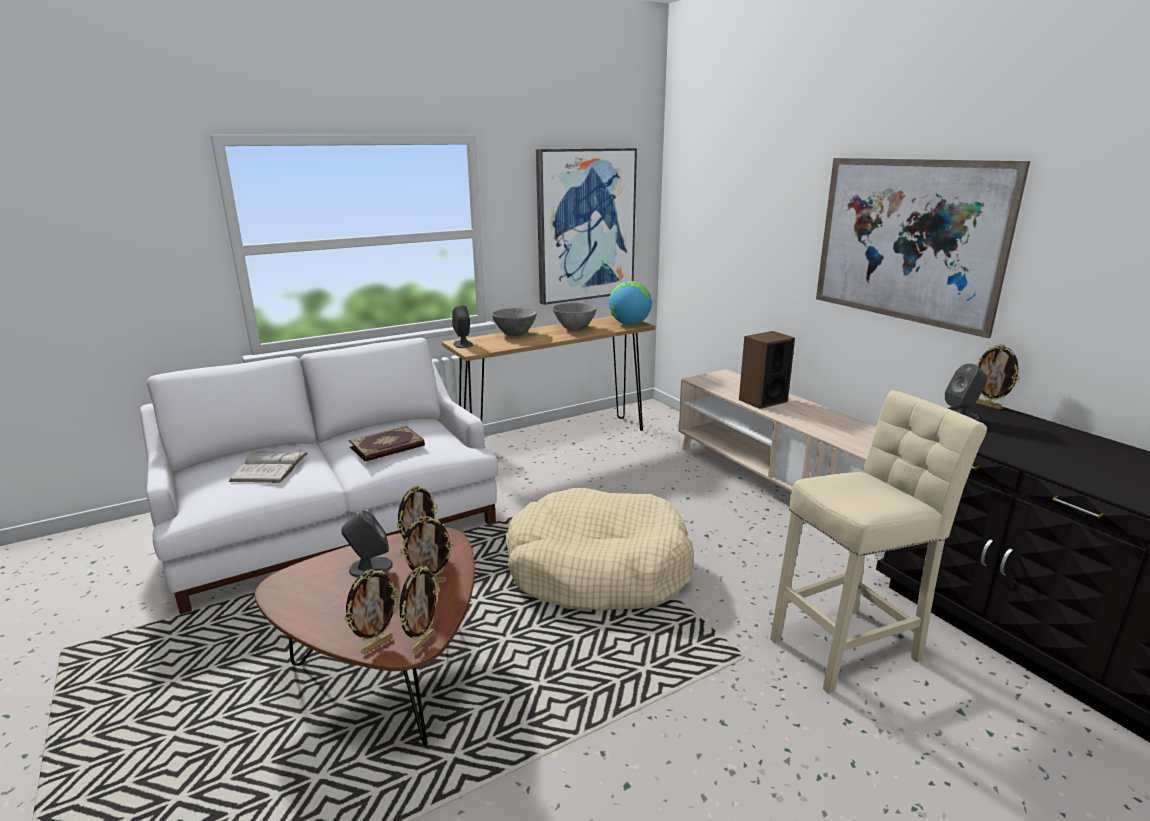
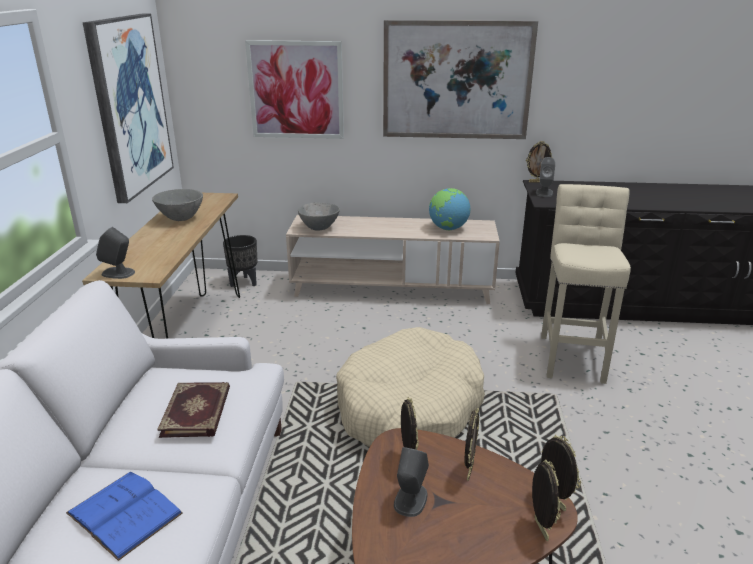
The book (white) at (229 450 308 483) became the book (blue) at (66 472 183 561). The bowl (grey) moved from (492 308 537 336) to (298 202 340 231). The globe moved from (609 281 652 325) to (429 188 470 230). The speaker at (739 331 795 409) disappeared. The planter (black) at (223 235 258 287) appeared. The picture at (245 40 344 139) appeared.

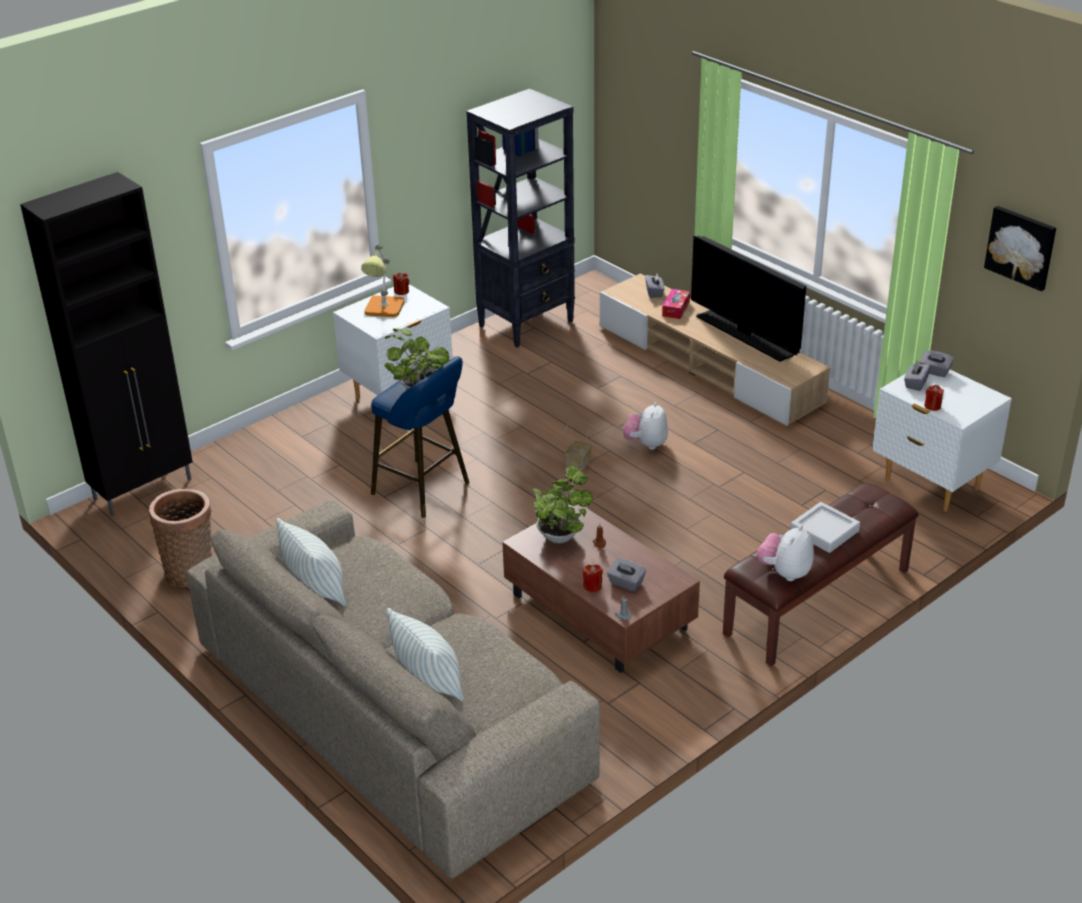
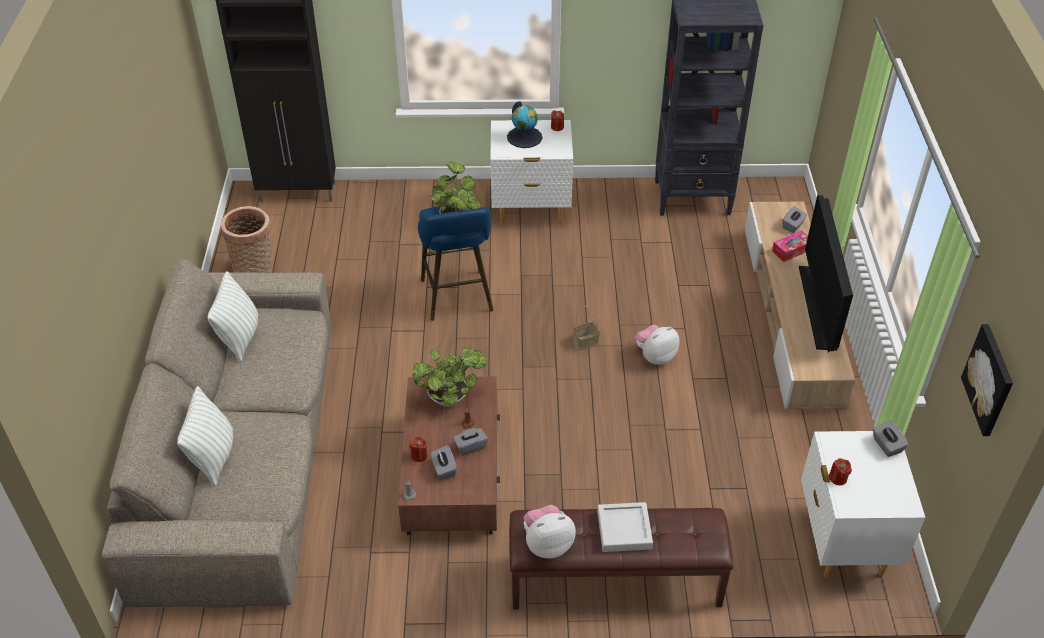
The table lamp at (361 244 404 317) was replaced by the globe at (507 101 543 148). The tissue box (grey) moved from (904 360 931 391) to (453 428 488 456).

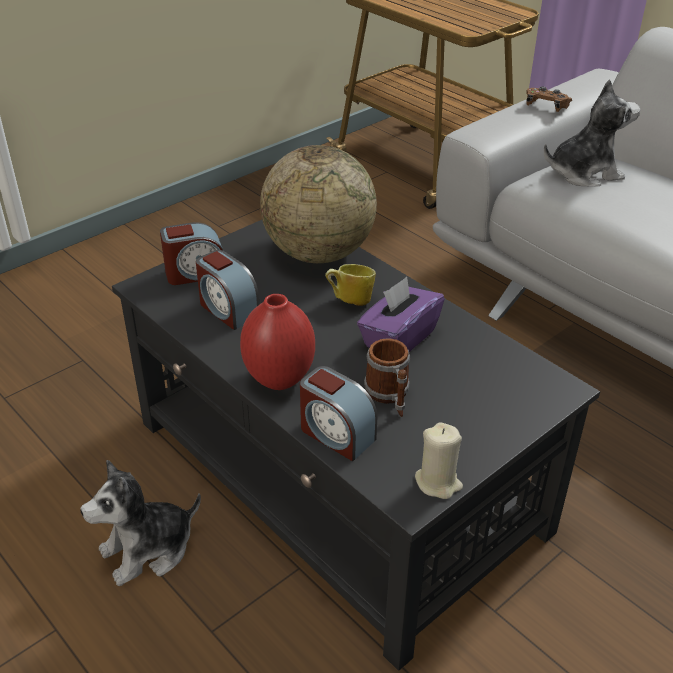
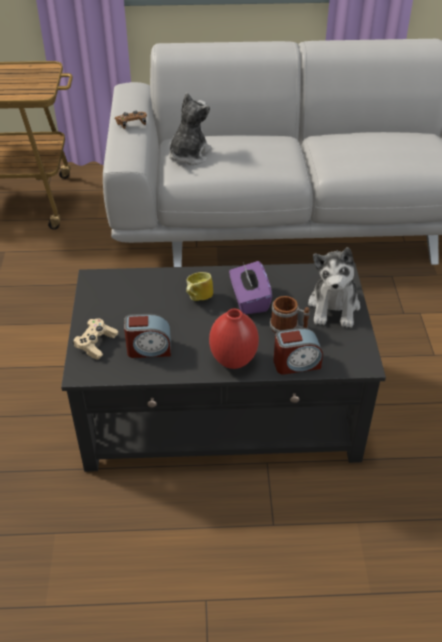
The plush toy moved from (80 460 201 586) to (308 247 360 328). The alarm clock at (160 222 223 285) was replaced by the game controller (beige) at (72 318 118 360). The globe at (260 145 377 263) disappeared. The candle (beige) at (415 422 463 499) disappeared.

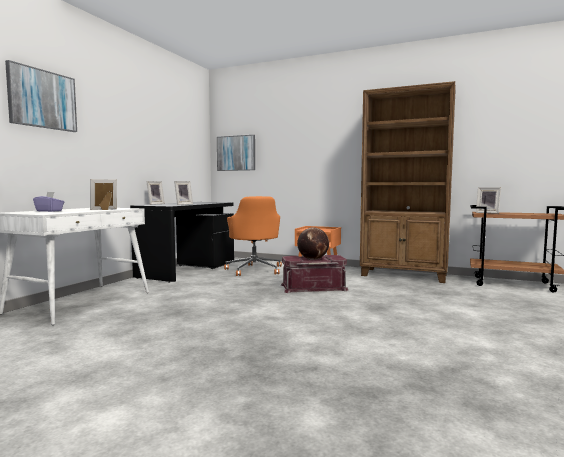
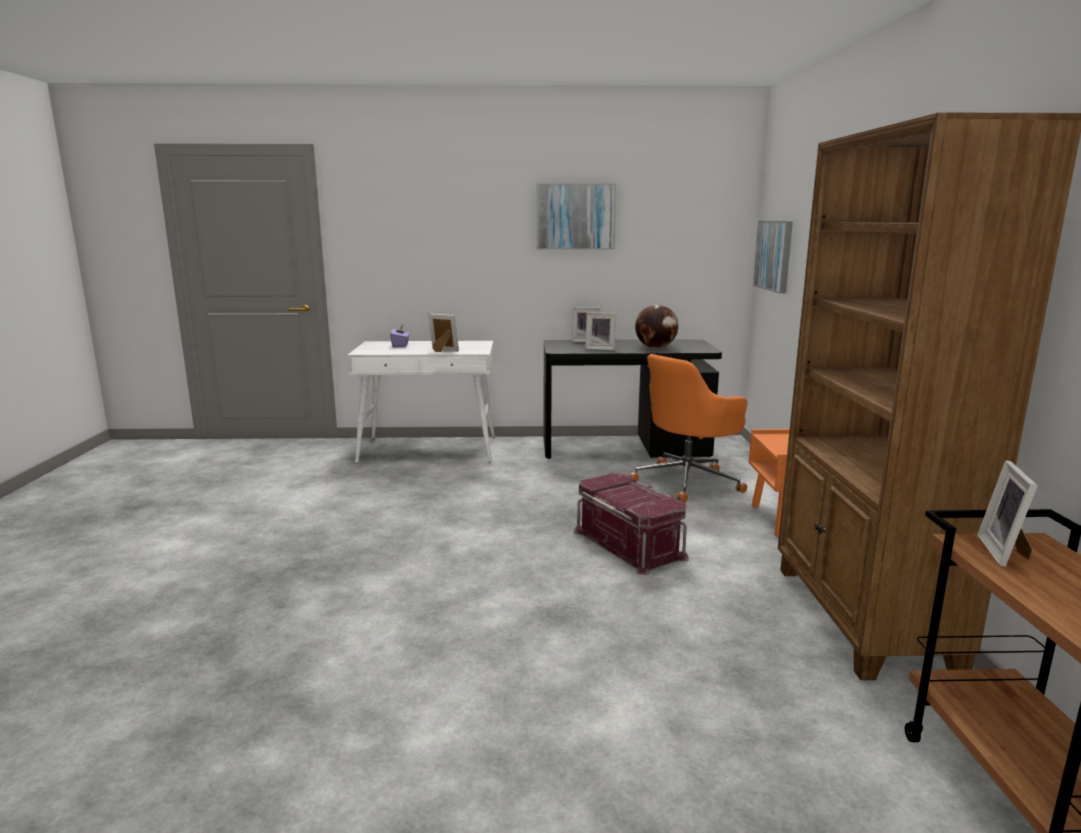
The picture moved from (5 60 77 132) to (537 184 616 250). The globe moved from (297 227 329 260) to (635 305 678 348).

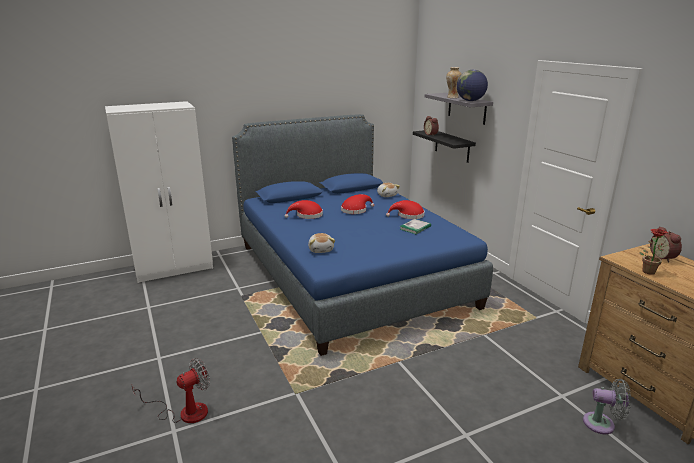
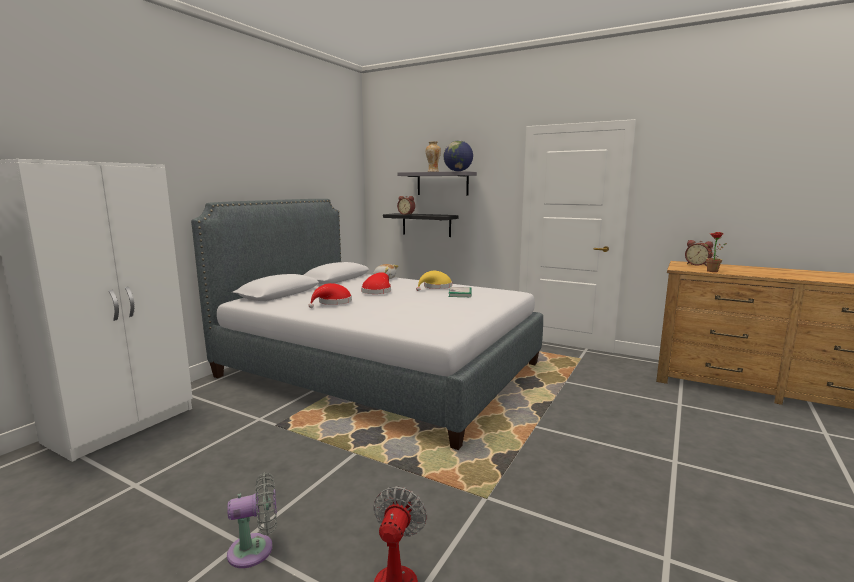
The bed (blue) at (232 114 493 356) became the bed (grey) at (191 199 543 450). The plush toy at (308 233 335 253) disappeared. The hat (red) at (386 200 425 219) became the hat (yellow) at (416 271 452 291). The fan (grey) moved from (583 379 631 434) to (227 472 277 568).

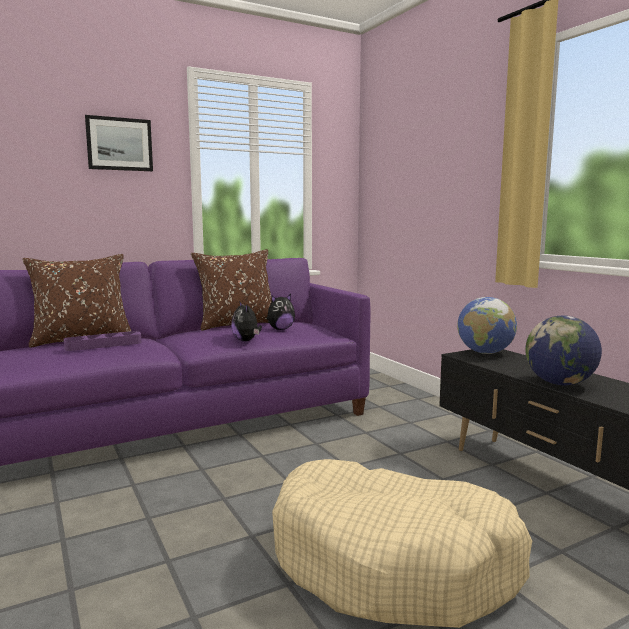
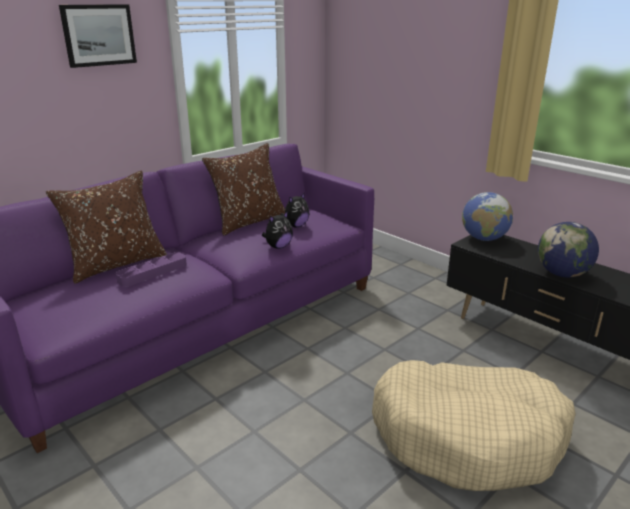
The plush toy at (231 301 262 341) turned 90 degrees counterclockwise.

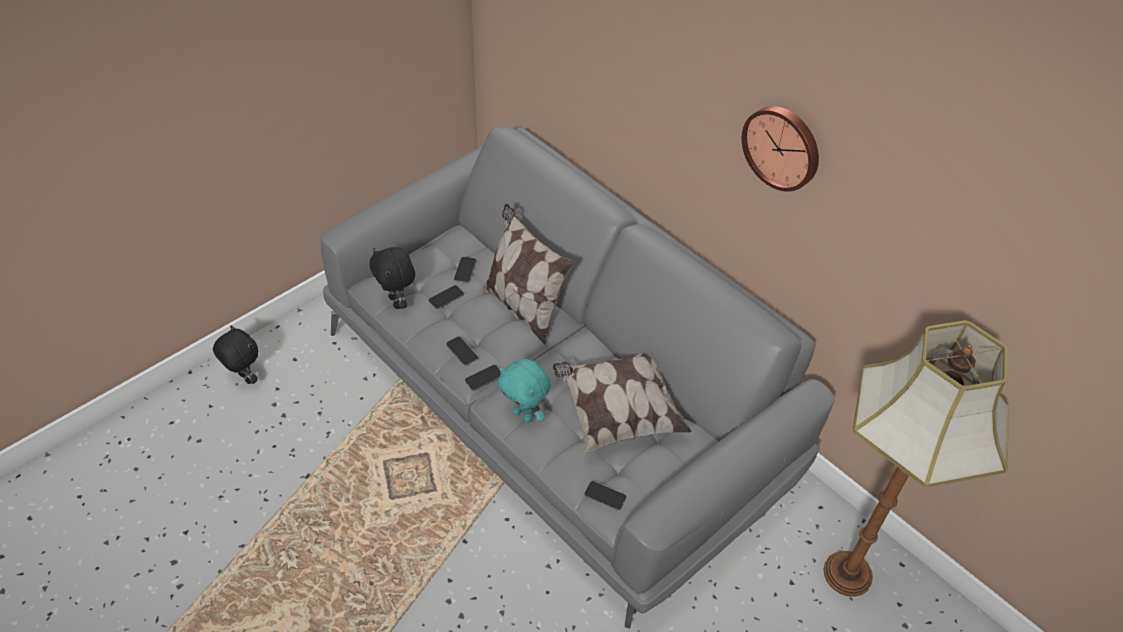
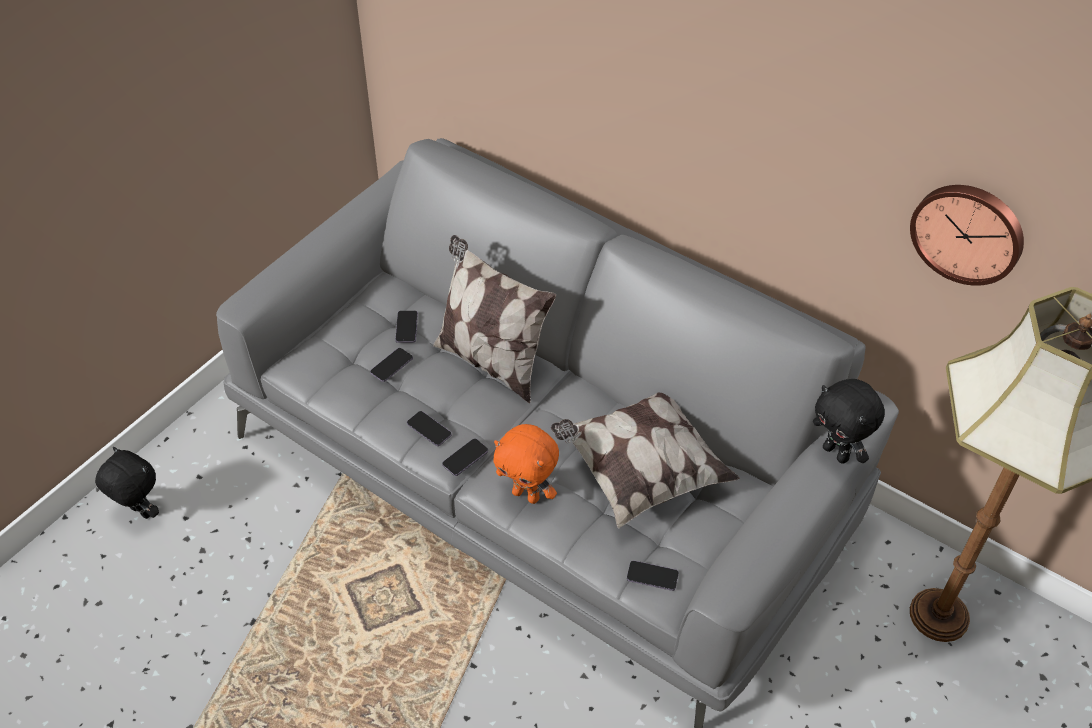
The plush toy (black) moved from (370 247 415 309) to (813 379 885 464). The plush toy (turquoise) at (497 359 550 423) became the plush toy (orange) at (493 424 559 504). The wall clock moved from (742 106 819 192) to (910 185 1024 286).

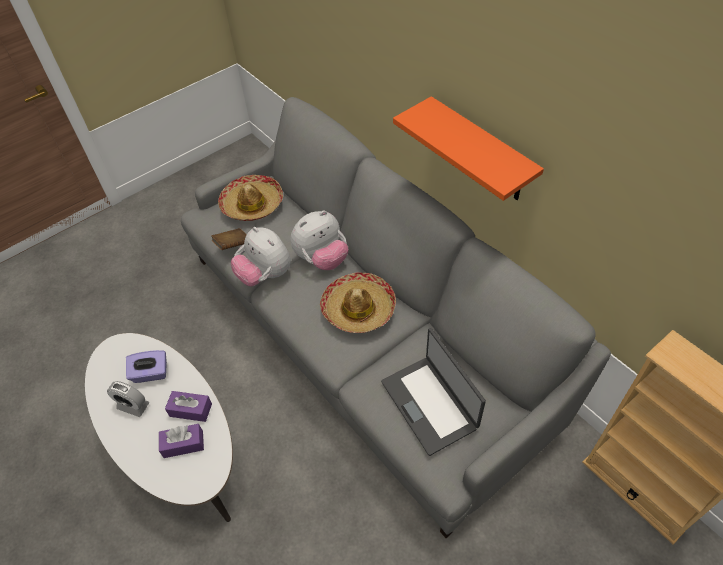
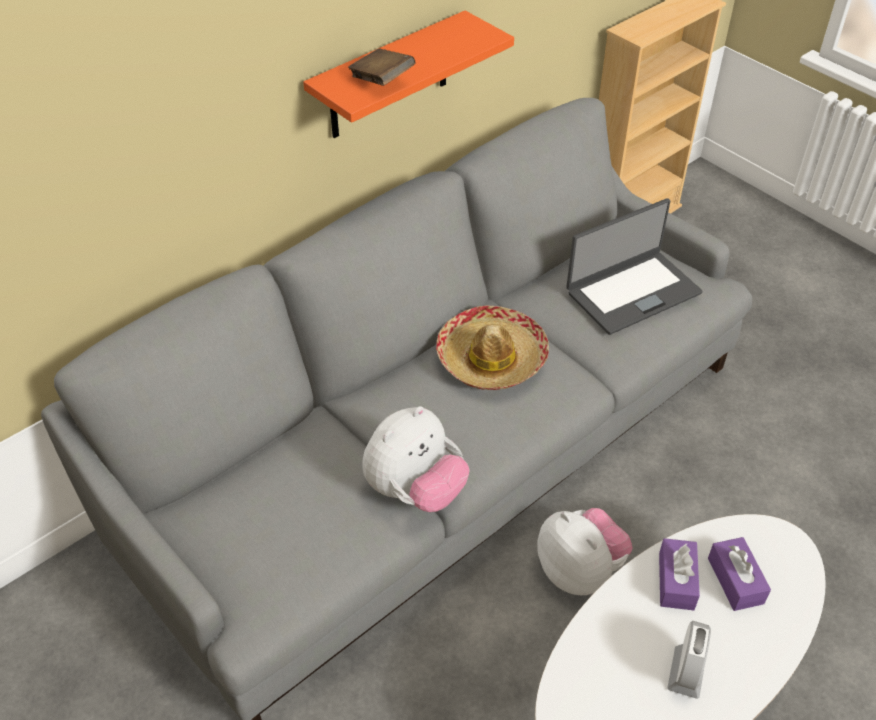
The tissue box (purple) at (126 350 167 383) disappeared. The book (brown) moved from (211 228 247 250) to (348 49 416 86). The hat at (218 175 283 221) disappeared. The plush toy moved from (290 210 348 270) to (537 508 633 595).

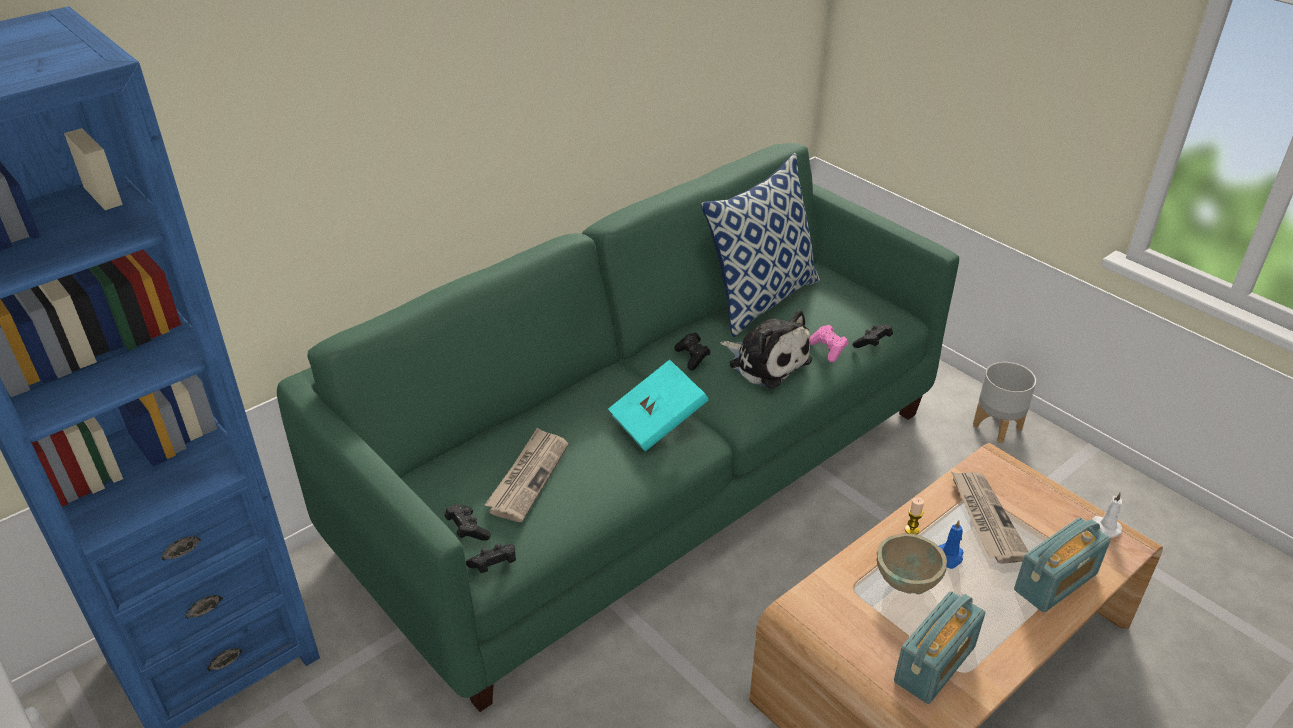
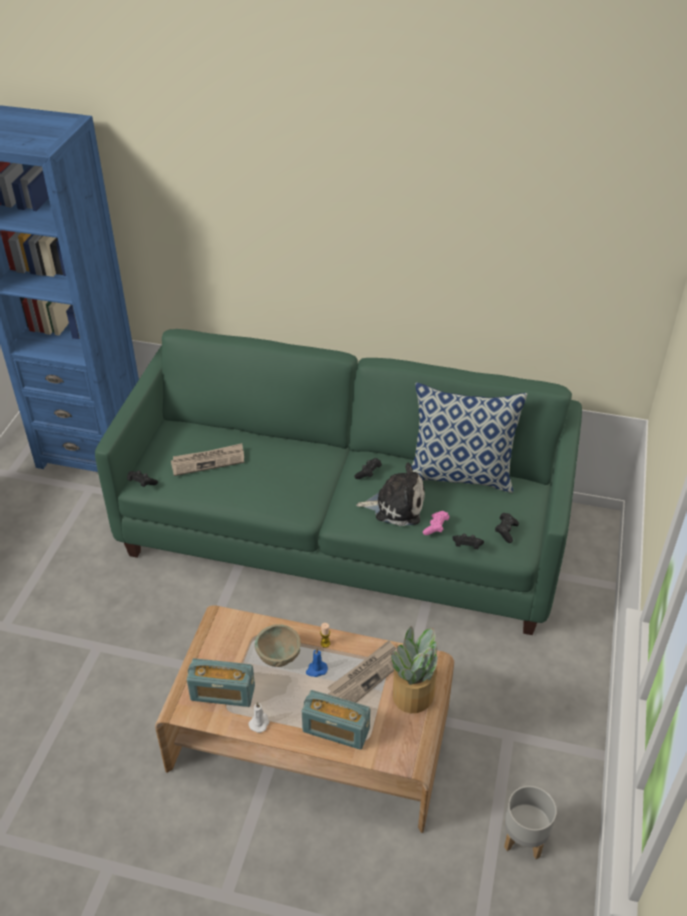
The game controller (black) moved from (445 504 491 541) to (495 513 519 543). The book (turquoise) at (608 360 709 452) disappeared. The plush toy at (720 310 812 389) turned 90 degrees counterclockwise. The planter (grey) moved from (973 362 1036 443) to (504 786 557 859). The candle (white) moved from (1092 492 1122 538) to (249 702 270 733). The potted plant at (391 626 438 713) appeared.

